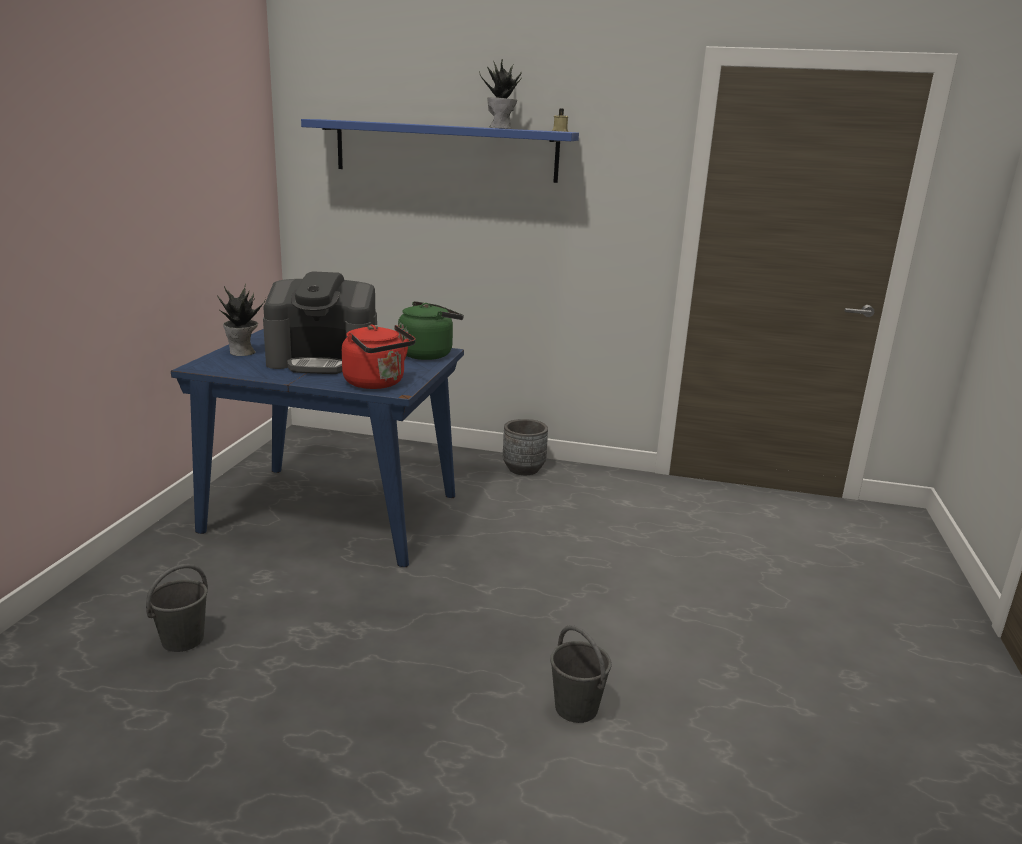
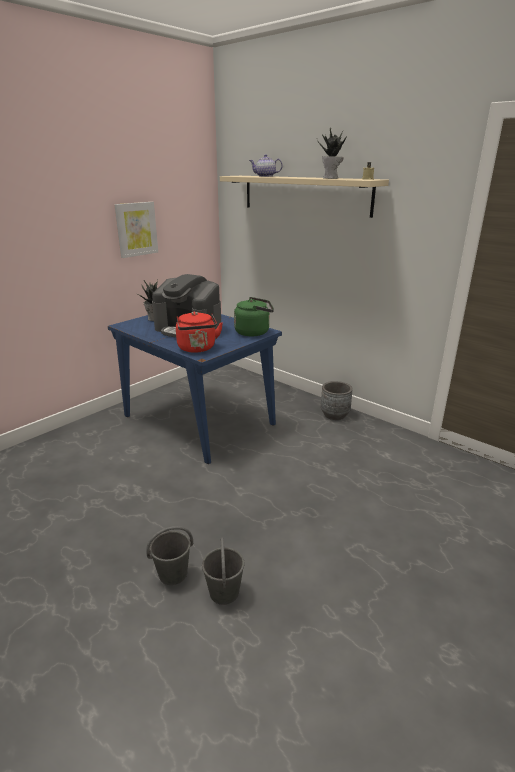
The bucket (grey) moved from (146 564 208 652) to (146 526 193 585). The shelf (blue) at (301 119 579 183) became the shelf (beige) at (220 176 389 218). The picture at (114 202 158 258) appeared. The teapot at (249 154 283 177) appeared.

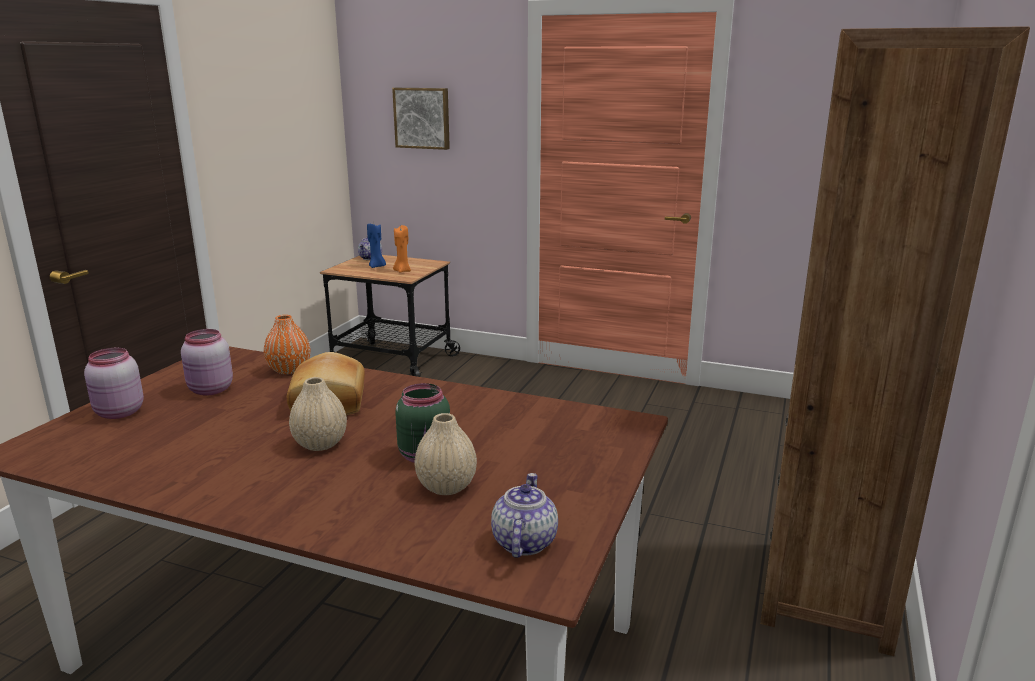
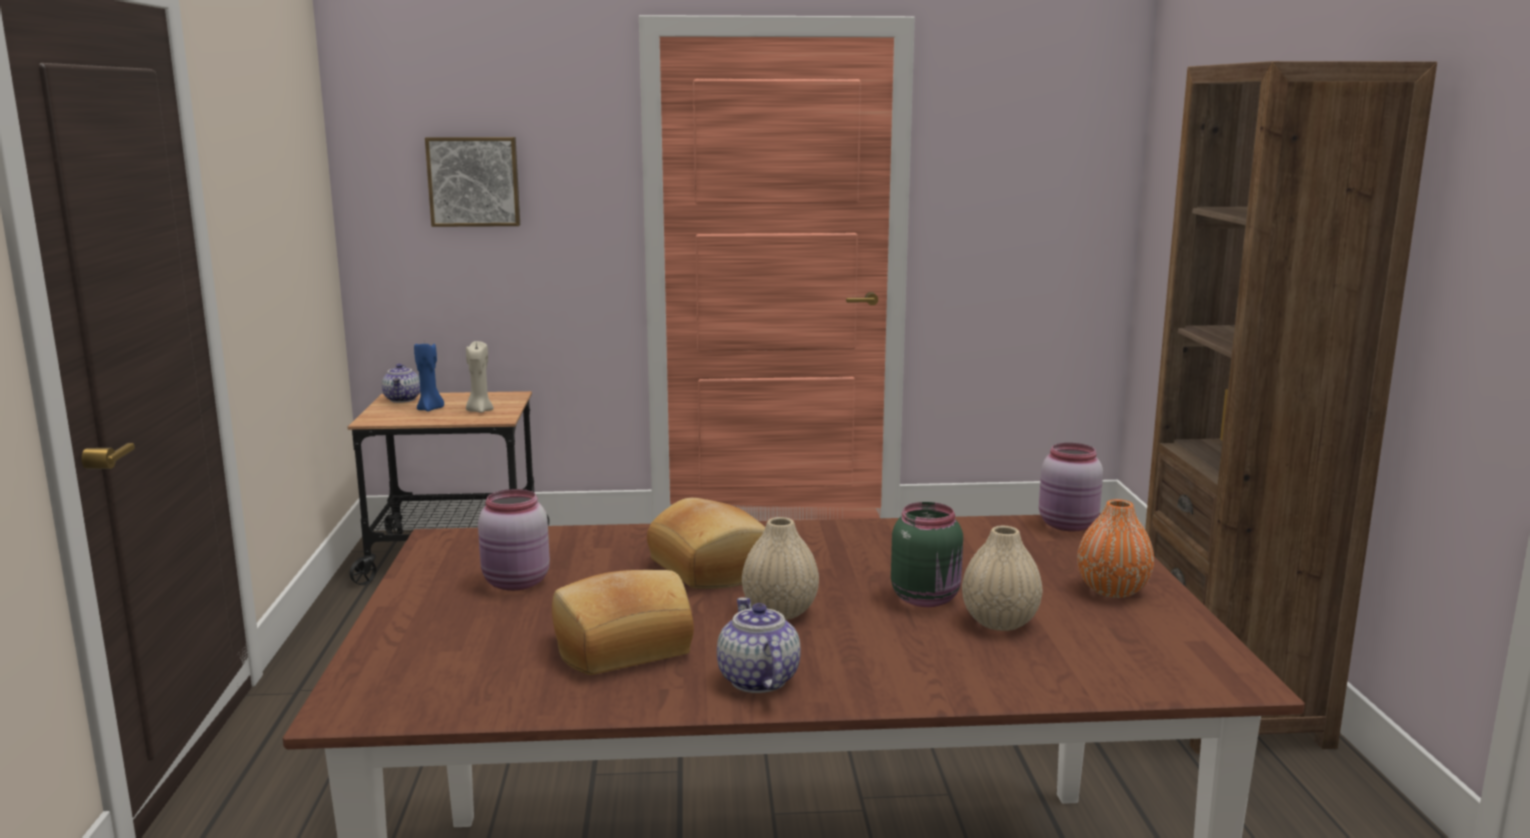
The jar (pink) moved from (84 348 144 419) to (1039 443 1103 531). The vase (orange) moved from (264 315 311 374) to (1077 499 1154 598). The candle (orange) at (393 225 411 273) became the candle (beige) at (466 341 494 413). The teapot moved from (491 473 558 558) to (717 597 801 693). The bread at (552 570 694 675) appeared.

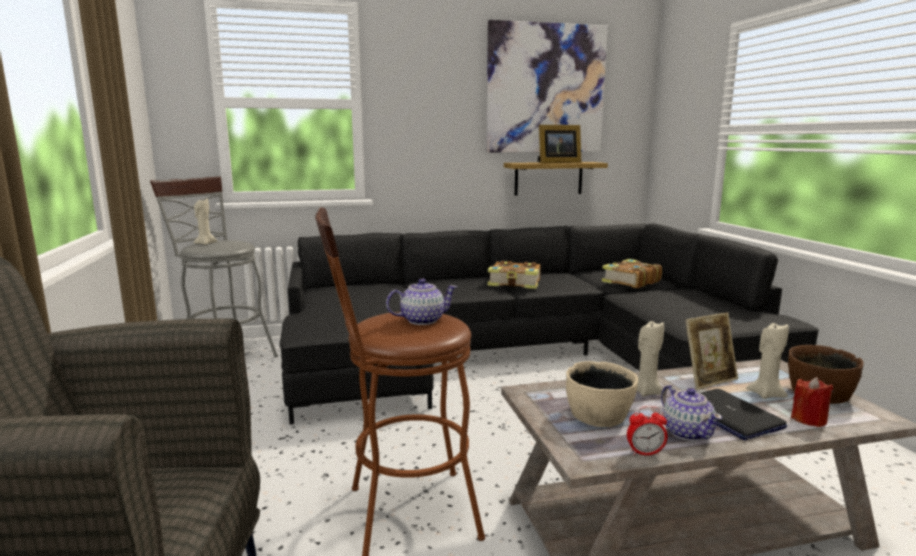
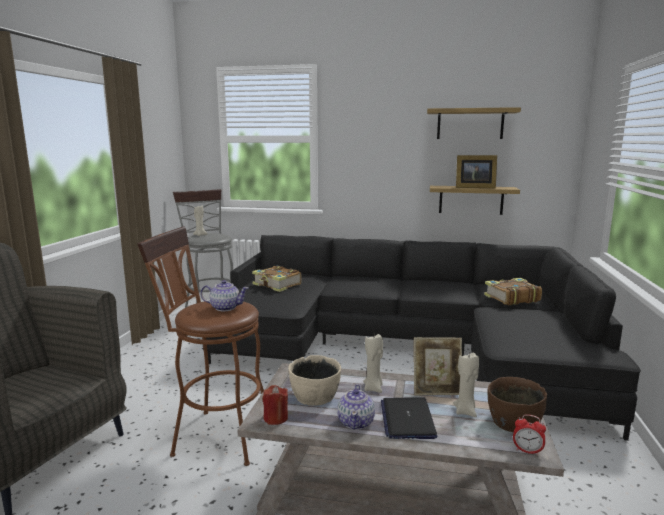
The picture at (486 20 608 153) was replaced by the shelf at (427 107 521 139). The book moved from (488 261 541 289) to (252 265 302 292). The alarm clock moved from (627 406 667 455) to (513 414 546 455). The candle (red) moved from (791 377 833 427) to (263 385 288 425).

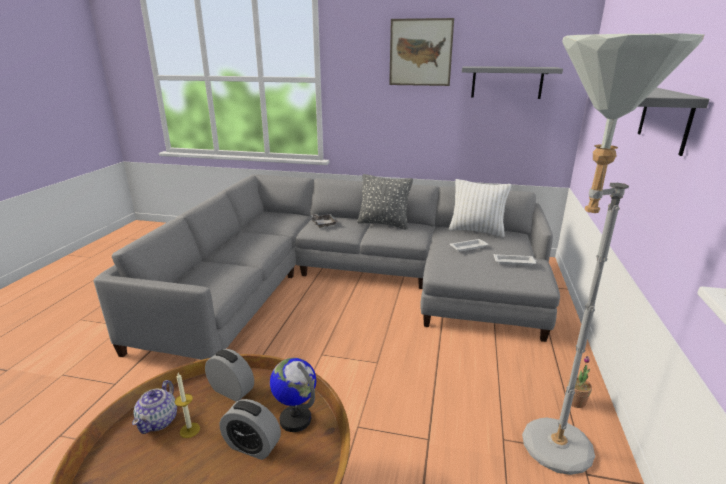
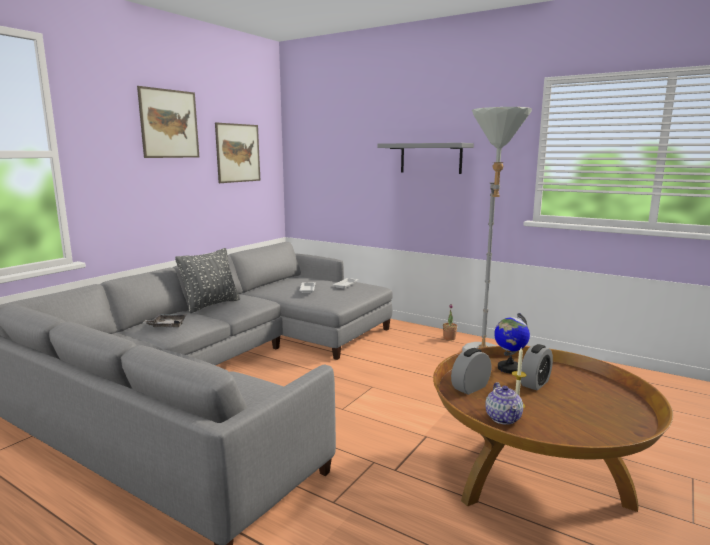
The teapot at (132 380 177 434) turned 60 degrees clockwise. The pillow (white) at (449 179 511 237) disappeared. The shelf (grey) at (462 66 563 99) was replaced by the picture at (215 123 261 183).

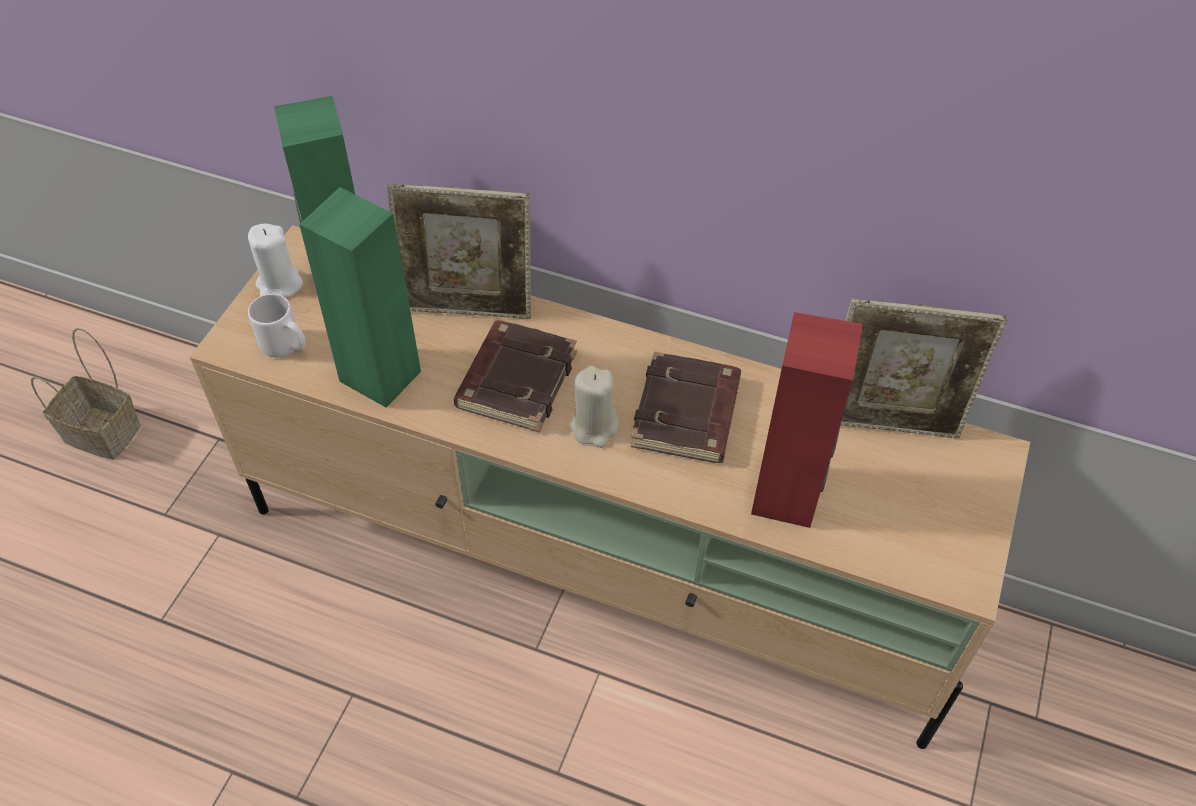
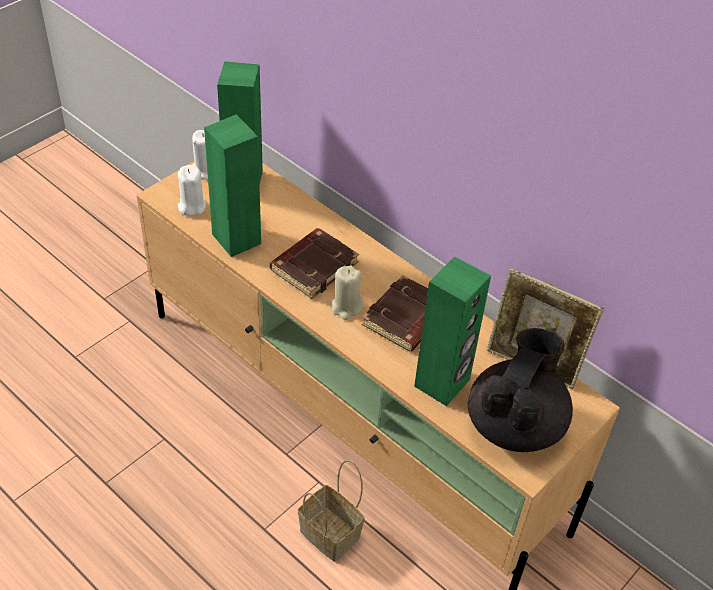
The basket moved from (31 328 141 460) to (298 460 365 561). The mug (white) at (248 294 306 357) was replaced by the candle (white) at (178 165 206 216). The picture frame at (387 184 531 319) disappeared. The speaker (red) at (751 312 863 528) became the speaker (green) at (414 257 491 406). The teapot (black) at (468 328 573 452) appeared.

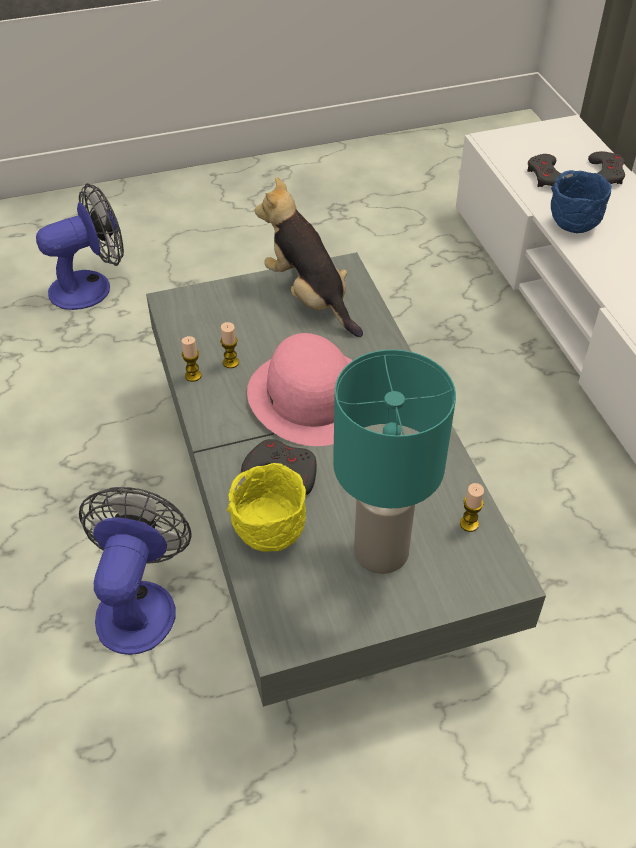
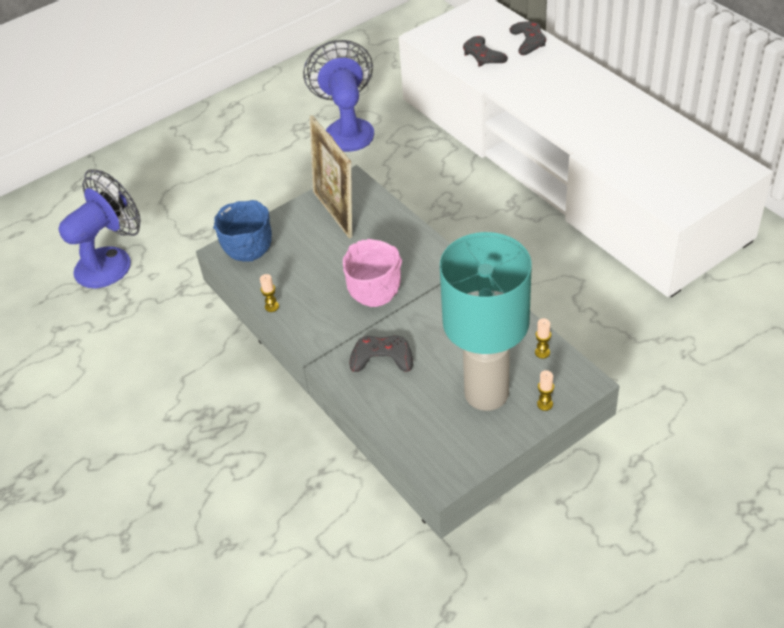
The fan moved from (79 487 192 655) to (303 40 374 152). The candle moved from (220 322 239 368) to (537 370 554 411). The bowl (yellow) at (227 463 306 552) disappeared. The hat (pink) at (247 333 353 446) was replaced by the bowl (pink) at (343 239 402 307). The plush toy at (254 177 363 337) was replaced by the picture frame at (310 115 352 238). The bowl (blue) moved from (551 170 612 234) to (213 200 272 262).

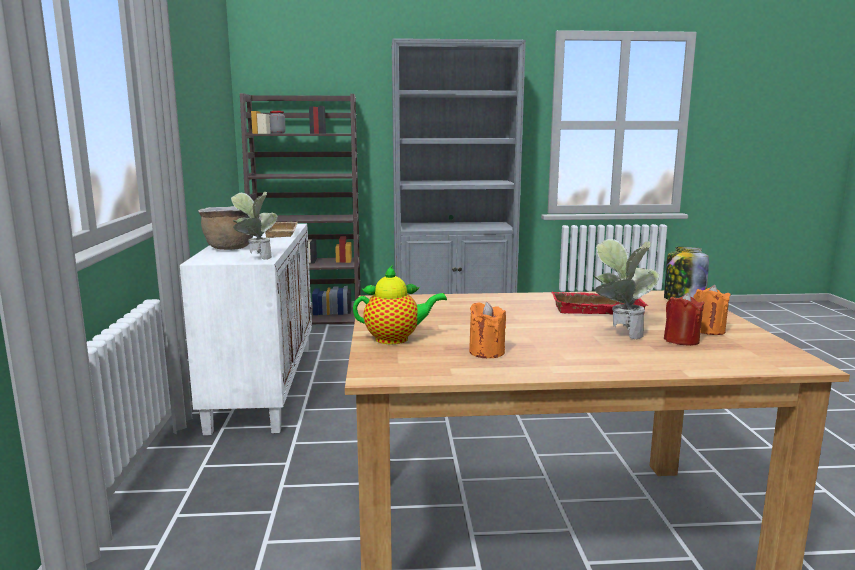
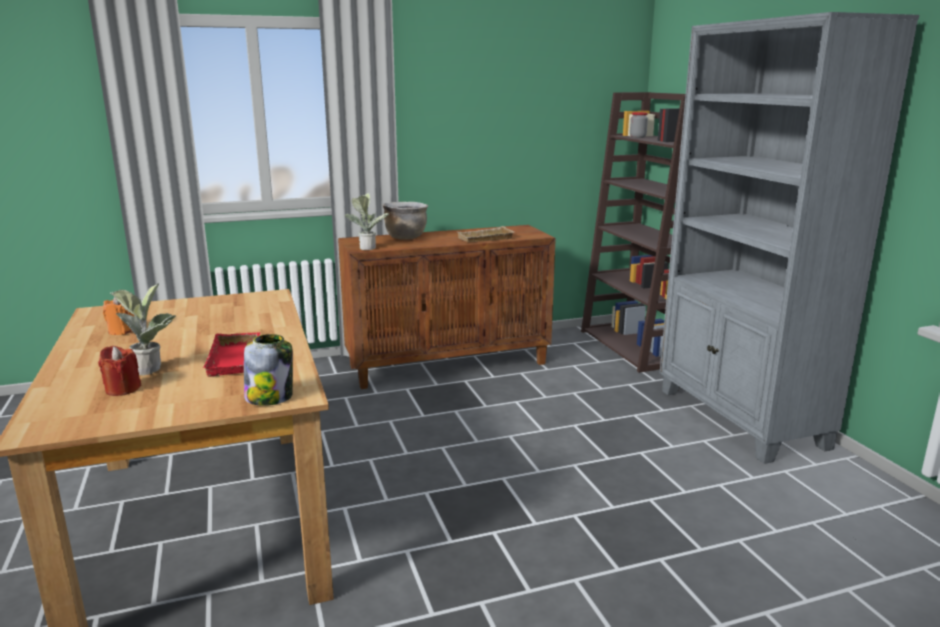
The cabinet (white) at (180 224 312 435) became the cabinet (brown) at (338 225 556 389). The teapot at (353 265 447 344) disappeared. The candle (orange) at (693 285 731 335) disappeared.

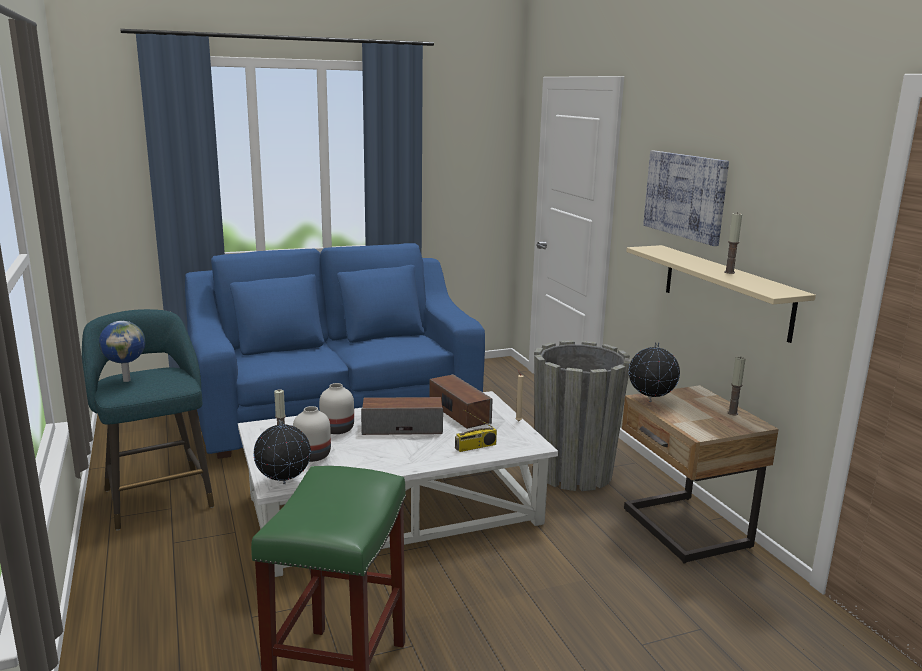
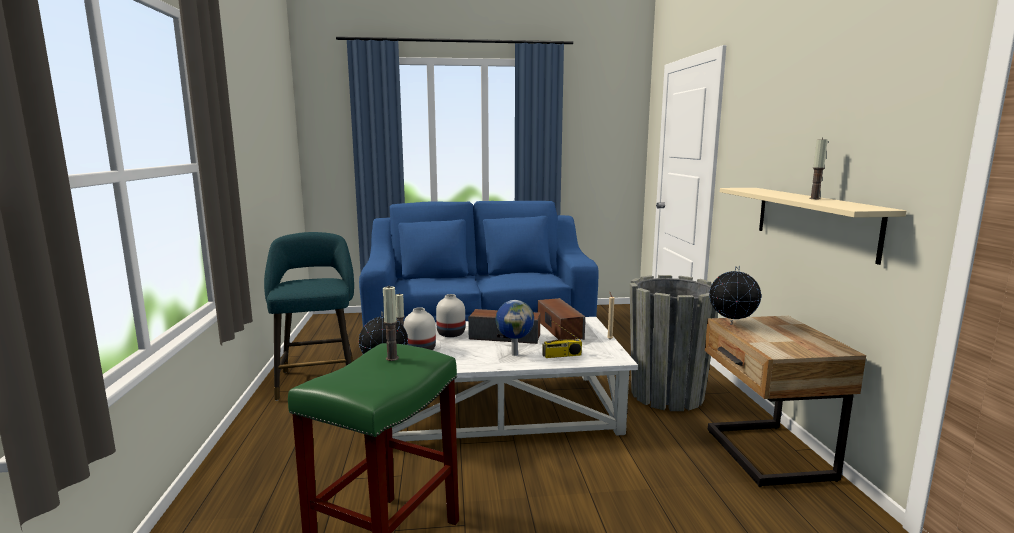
The globe moved from (99 321 145 382) to (495 300 534 356). The picture at (643 151 729 246) disappeared. The candle moved from (728 357 745 415) to (383 286 399 361).

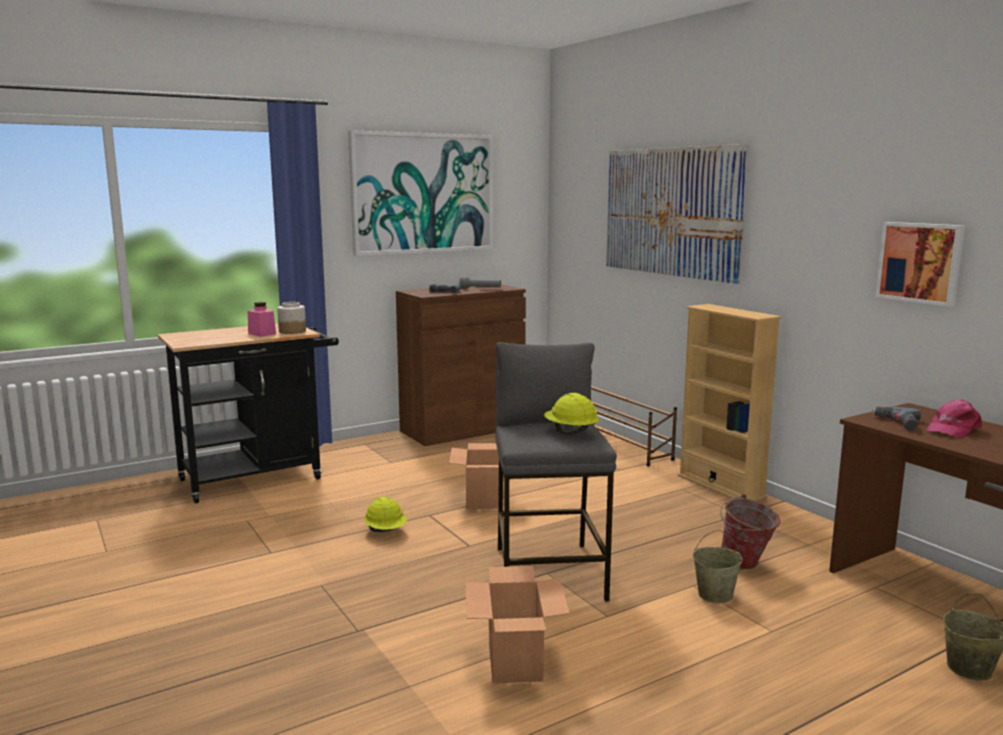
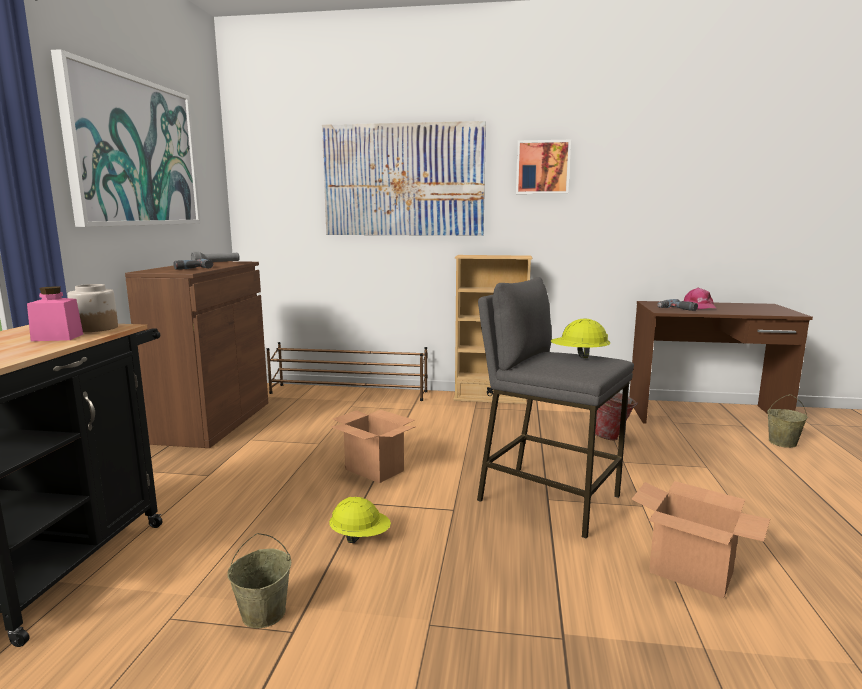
The bucket (beige) moved from (693 530 743 603) to (227 533 291 628). The picture moved from (875 222 965 307) to (516 140 571 194).

